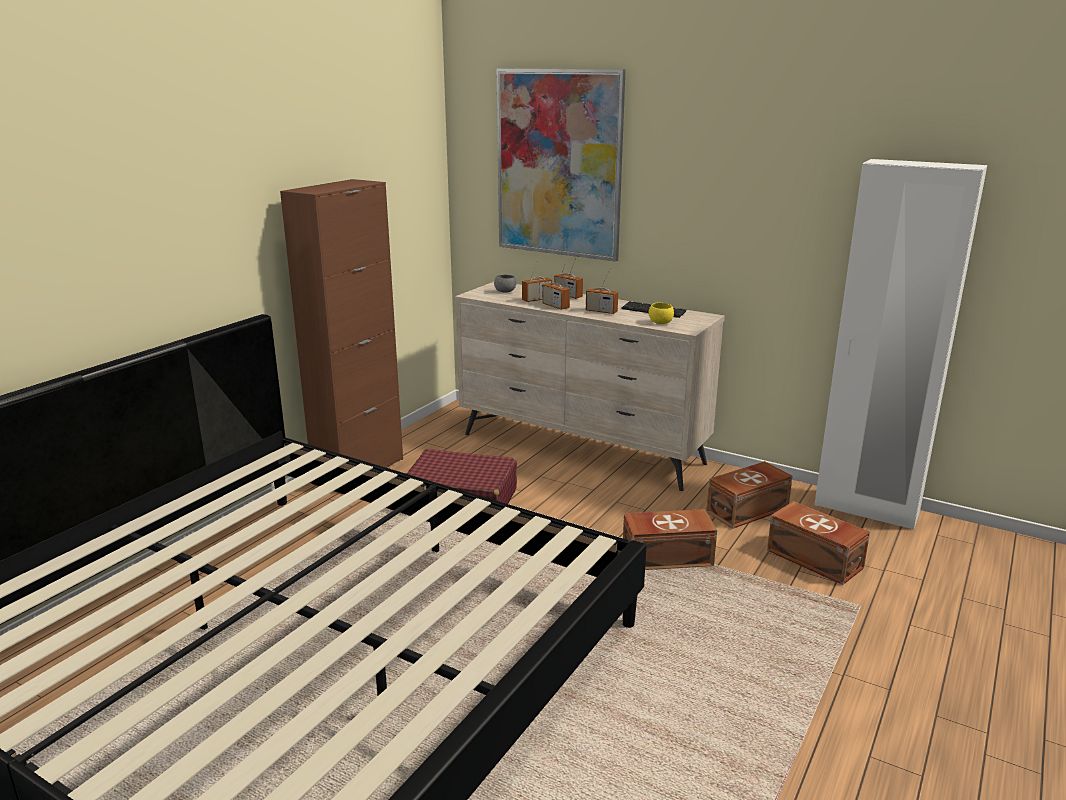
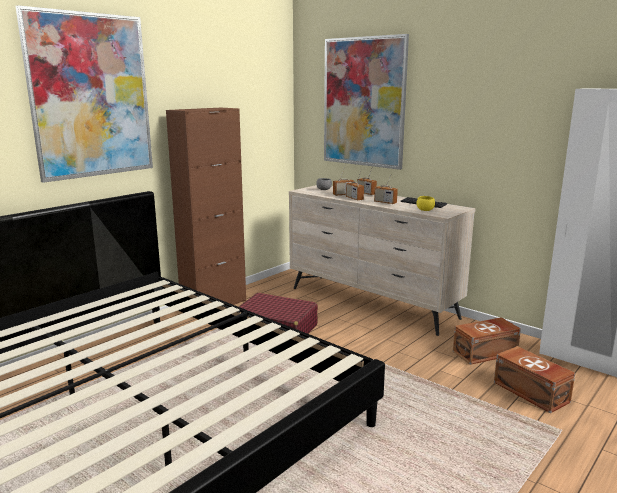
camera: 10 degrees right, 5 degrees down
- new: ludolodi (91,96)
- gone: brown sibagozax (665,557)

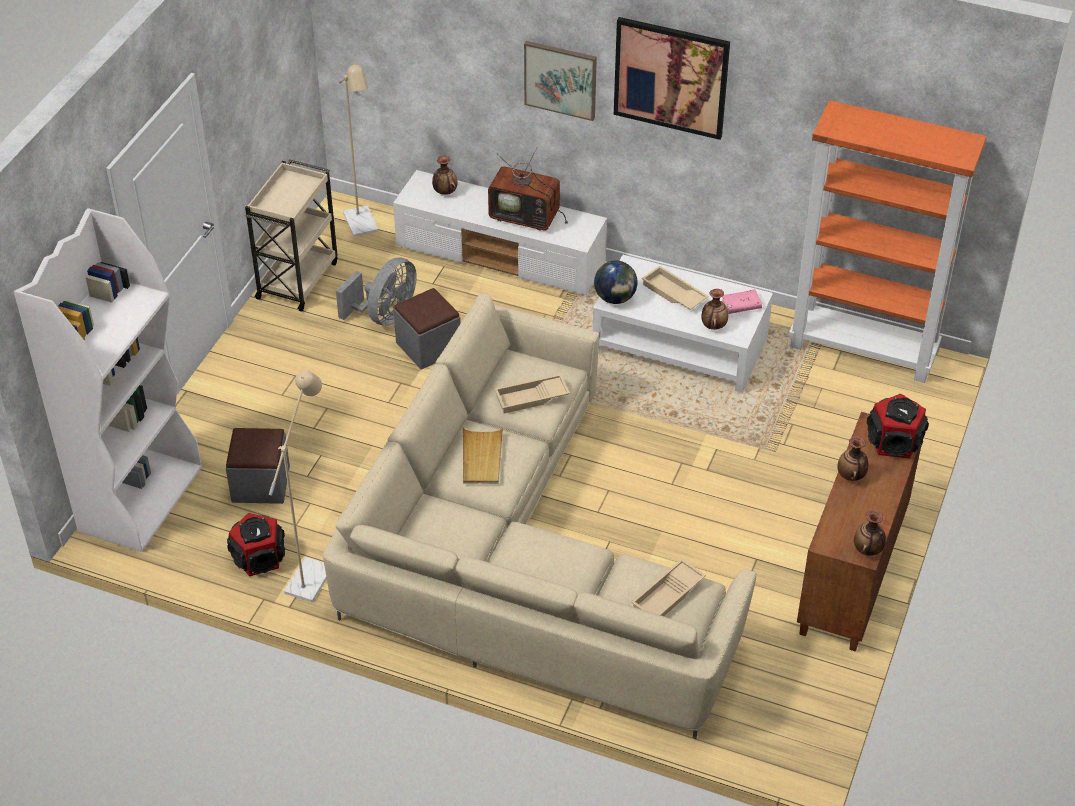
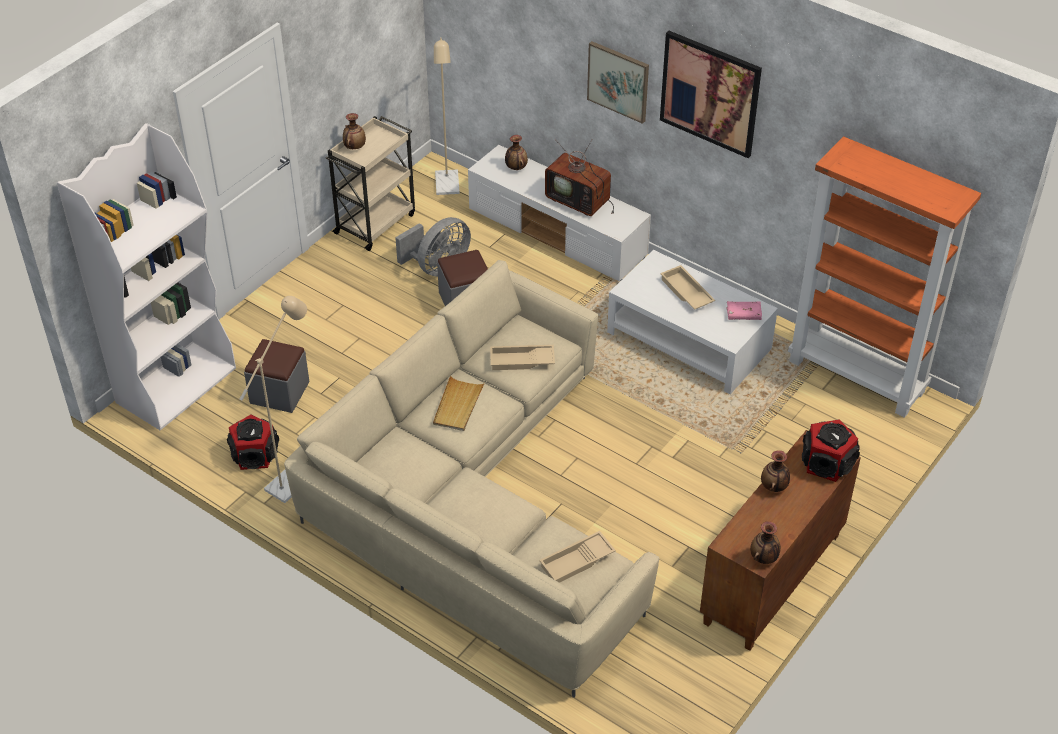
camera: 15 degrees right, 0 degrees up
- shifted: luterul (713,326) to (354,147)
- gone: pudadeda (615,298)

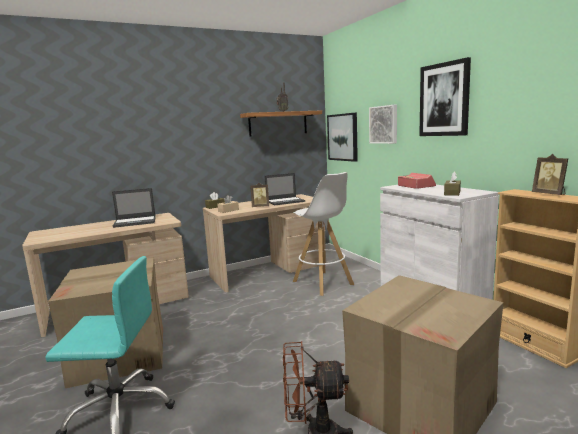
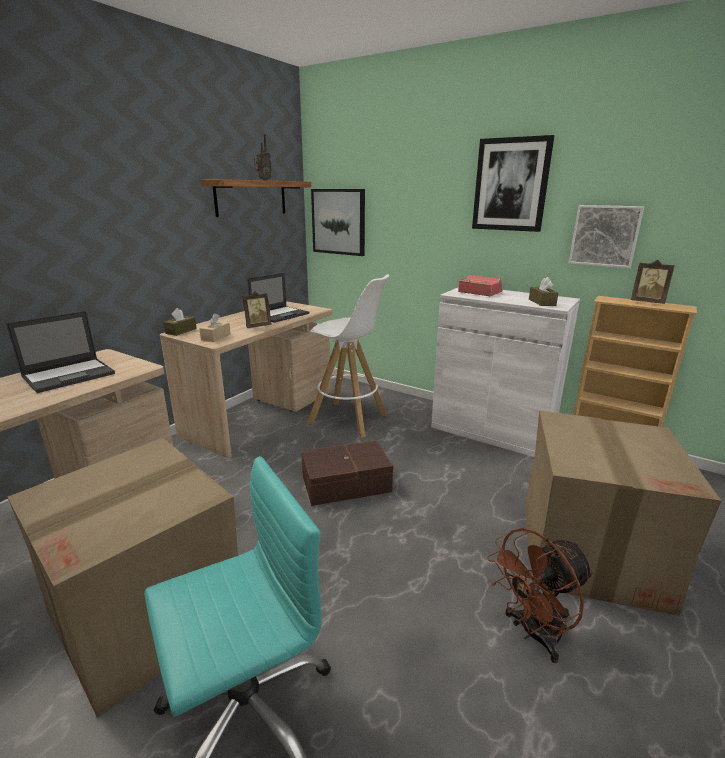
camera: 30 degrees left, 10 degrees up
- new: brown sibagozax (345,483)
- shifted: ludolodi (384,124) to (605,236)

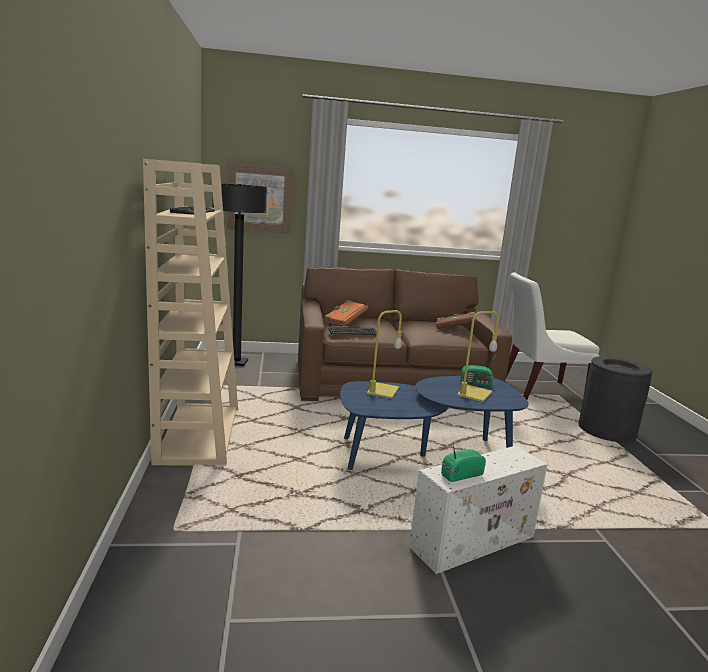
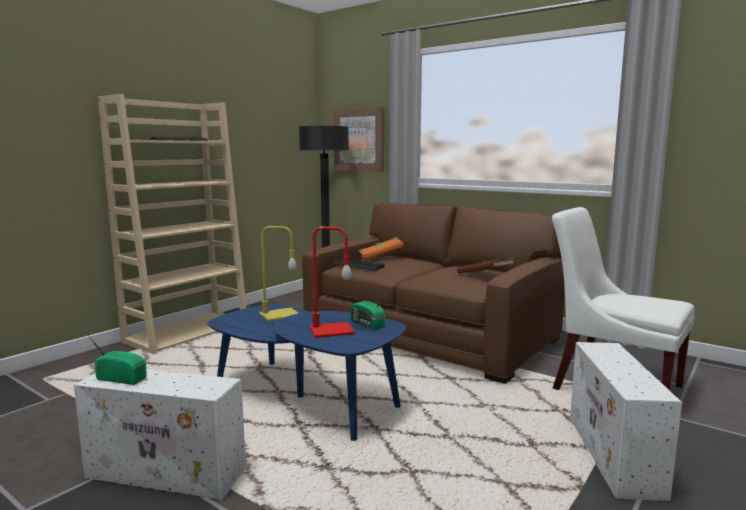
camera: 45 degrees right, 5 degrees down
- repainted: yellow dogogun (474,394) to red dogogun (330,331)
- swapped: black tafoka (607,430) to white sibagozax (614,456)

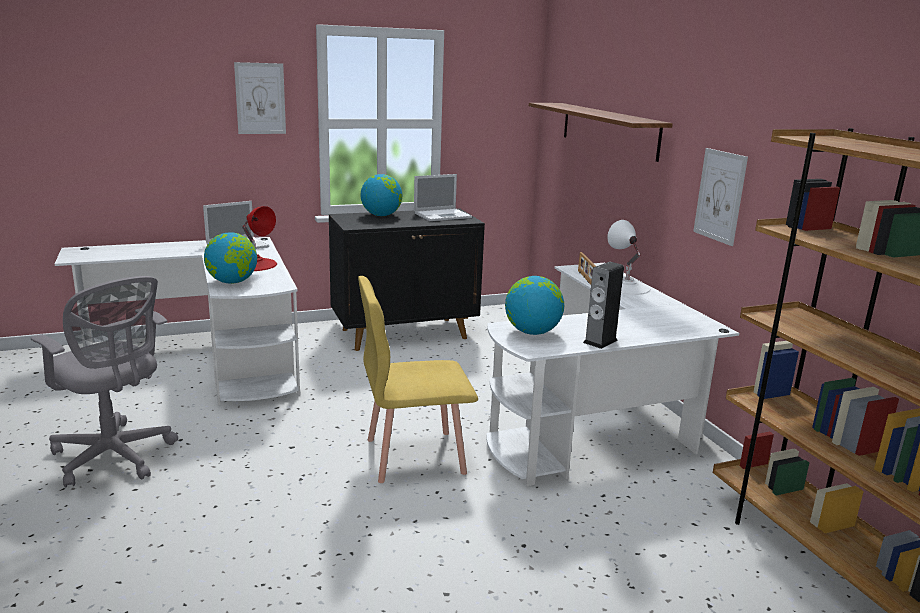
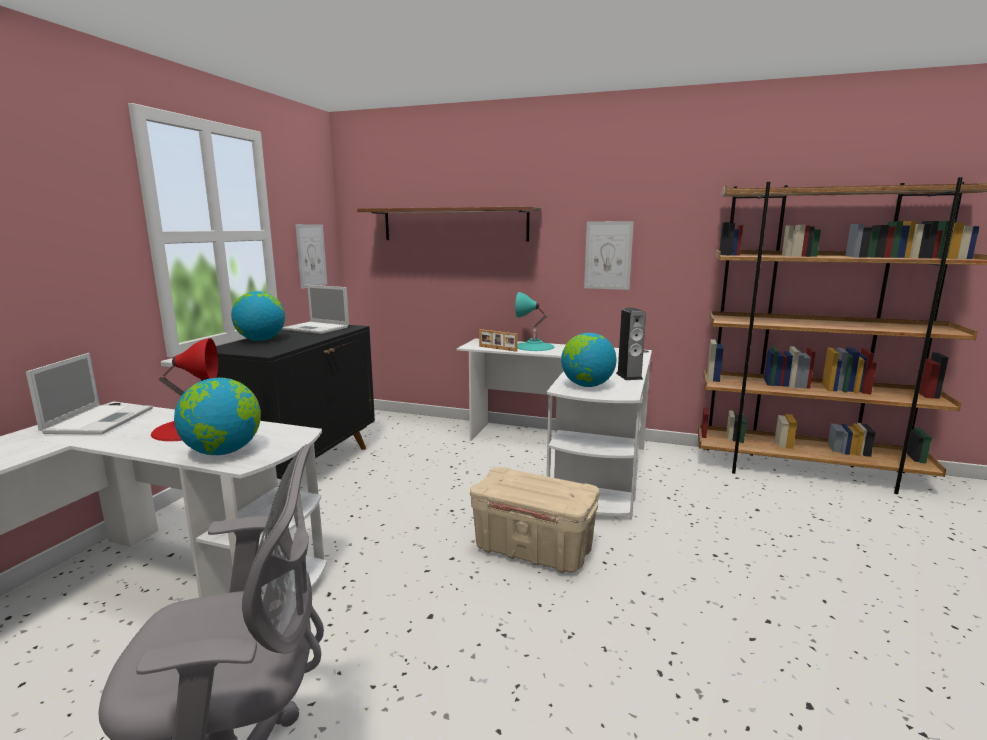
camera: 50 degrees left, 5 degrees down
- rotated: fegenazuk (443,215) = (317,328) 105 degrees clockwise
- shifted: ludolodi (260,98) to (311,255)
- swapped: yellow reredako (414,455) to beige sibagozax (532,549)
- repainted: white dogogun (626,287) to turquoise dogogun (534,346)

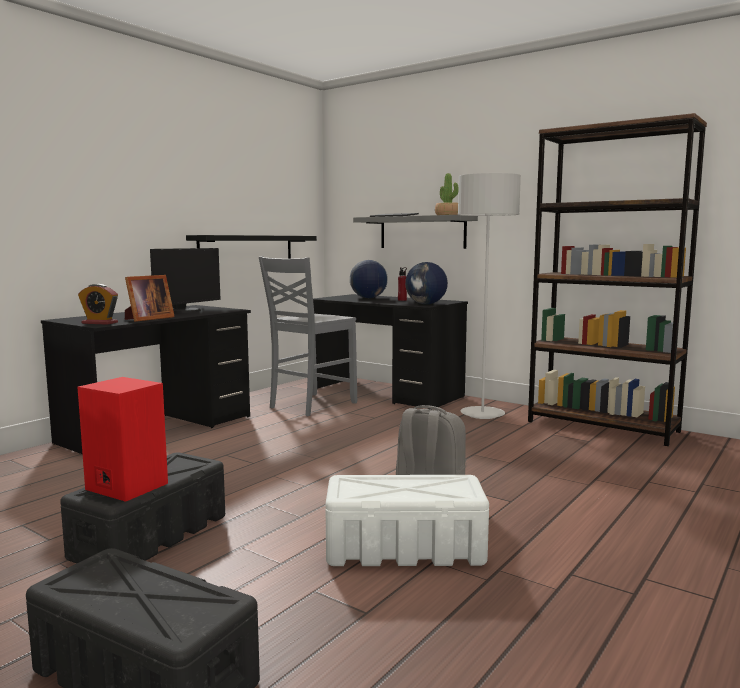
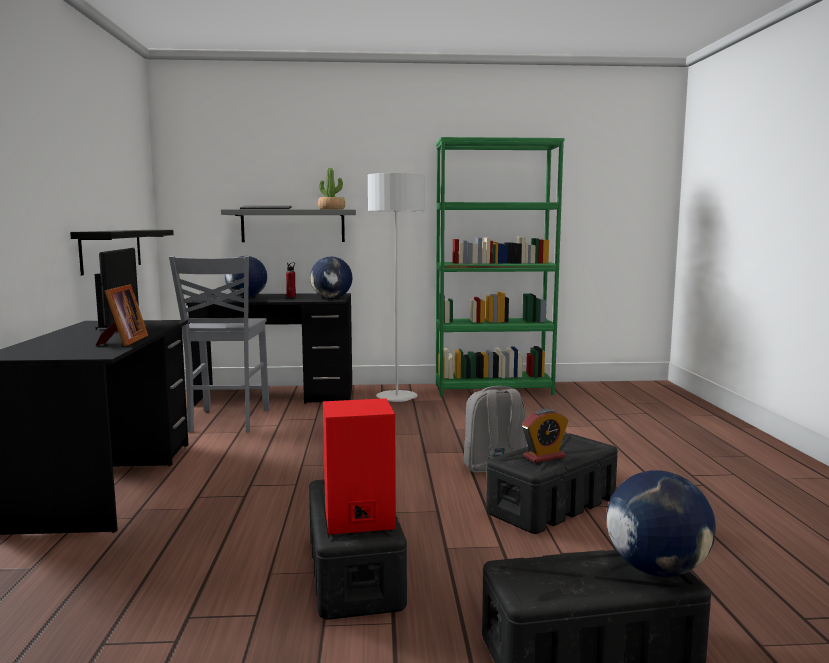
camera: 40 degrees left, 0 degrees up
- repainted: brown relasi (602,426) to green relasi (493,389)
- repainted: white sibagozax (406,548) to black sibagozax (553,505)
- shifted: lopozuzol (99,323) to (544,456)
- new: pudadeda (656,569)

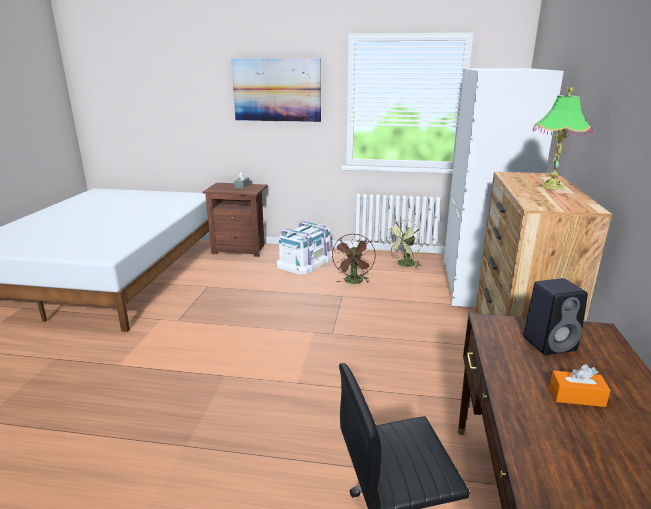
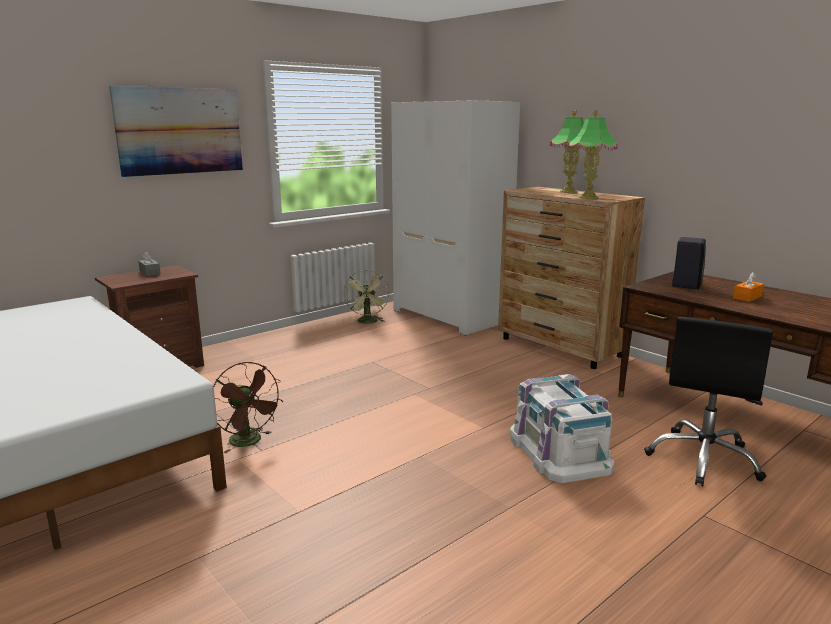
camera: 50 degrees left, 5 degrees down
- shifted: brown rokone (354,282) to (250,442)
- shifted: white sibagozax (305,261) to (559,451)
- new: dogogun (588,197)

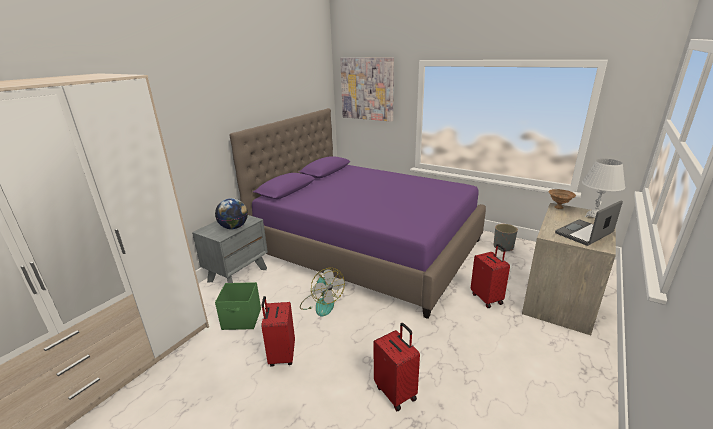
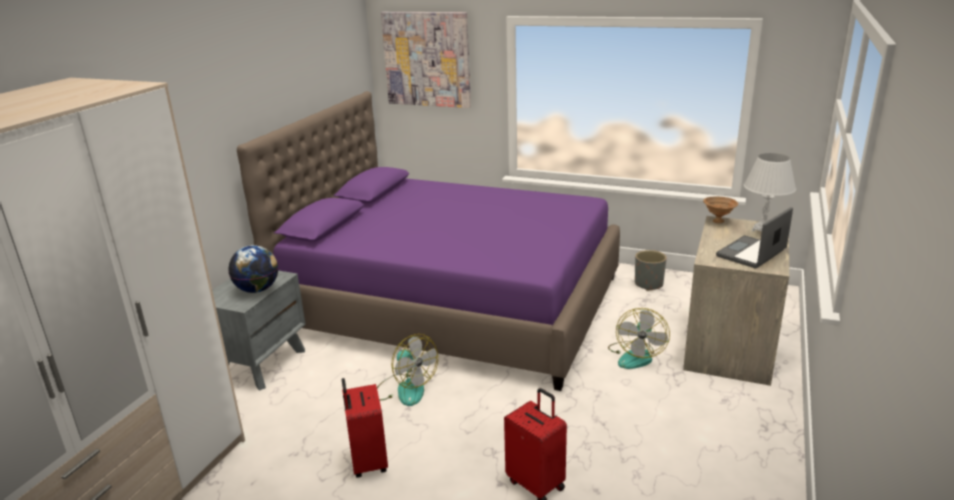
camera: 10 degrees left, 0 degrees up
- swapped: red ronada (487,298) to rokone (636,355)
- gone: green sibagozax (242,319)

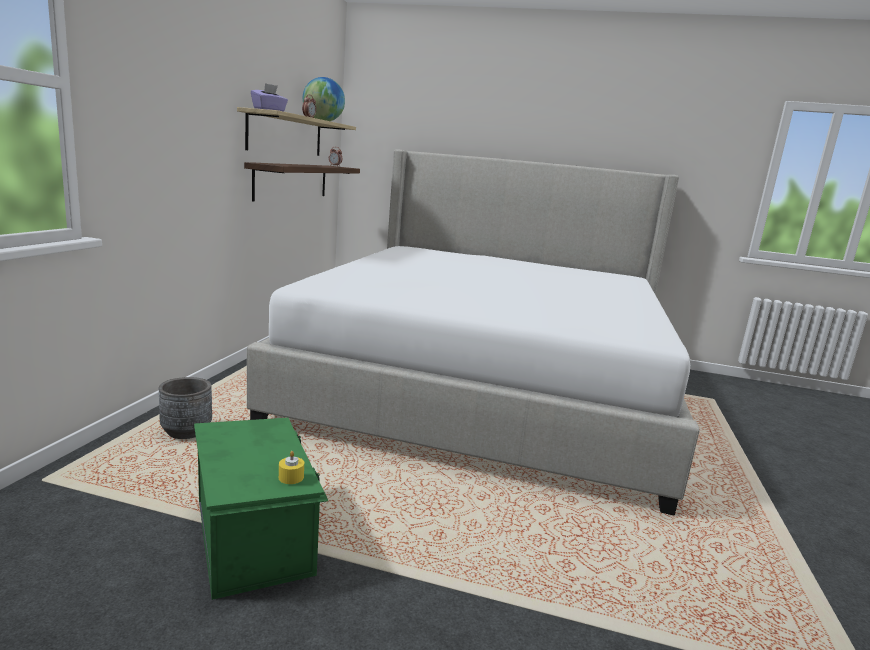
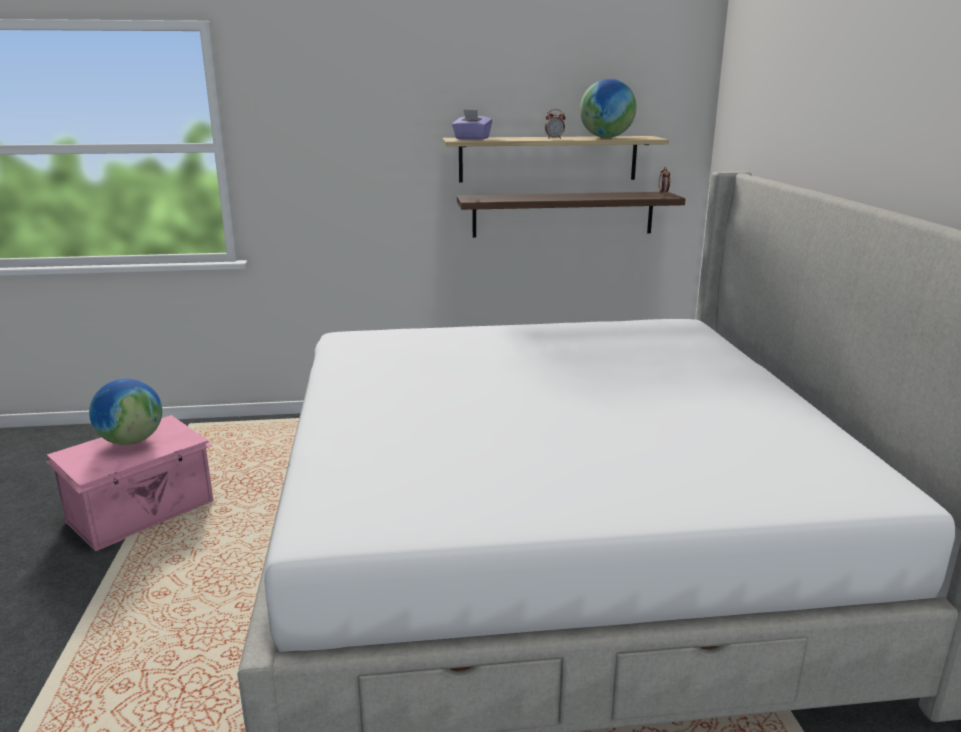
camera: 70 degrees right, 5 degrees up
- repainted: green sibagozax (255,535) to pink sibagozax (143,512)
- new: pudadeda (131,441)
- gone: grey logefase (186,432)
- gone: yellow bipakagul (291,477)

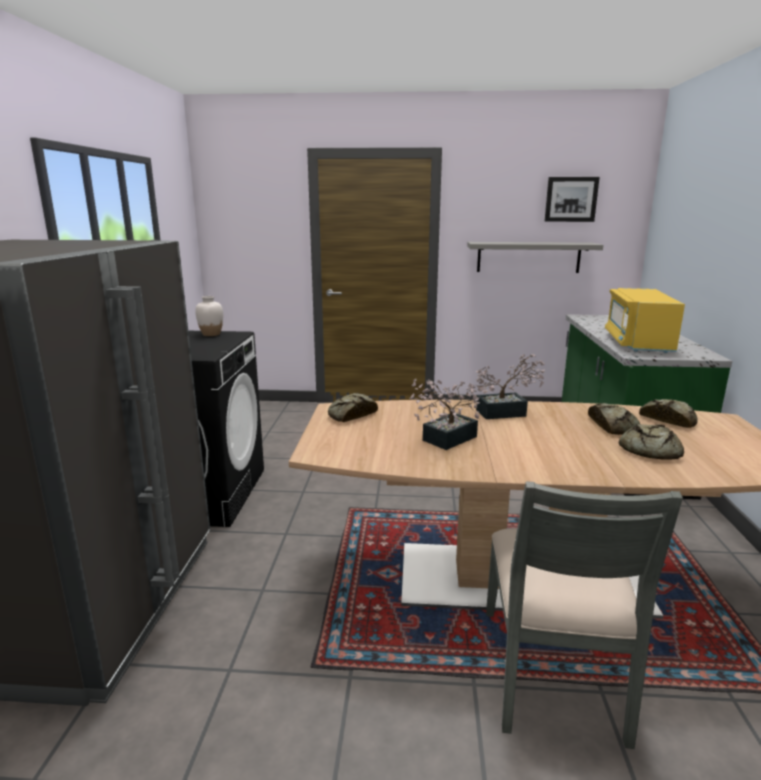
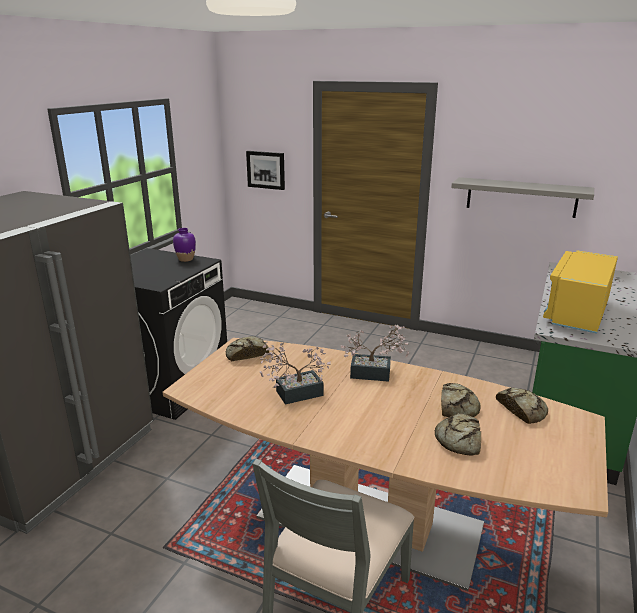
camera: 20 degrees right, 5 degrees up
- repainted: white luterul (211,334) to purple luterul (186,259)
- shifted: ludolodi (571,199) to (266,170)

